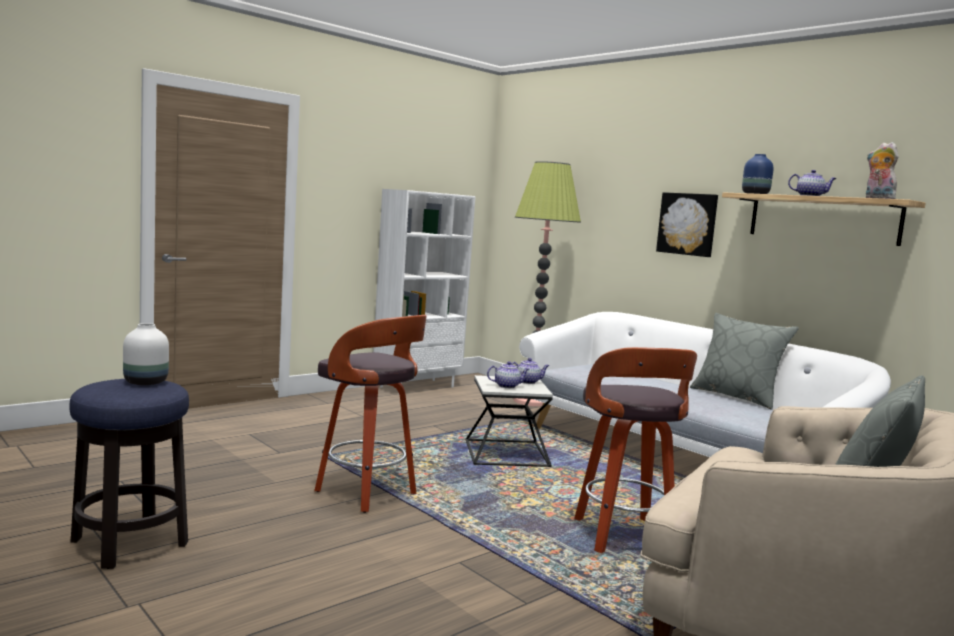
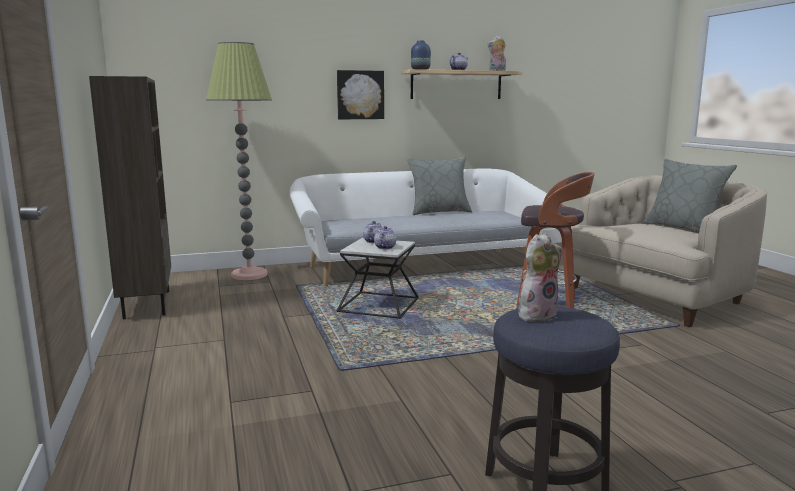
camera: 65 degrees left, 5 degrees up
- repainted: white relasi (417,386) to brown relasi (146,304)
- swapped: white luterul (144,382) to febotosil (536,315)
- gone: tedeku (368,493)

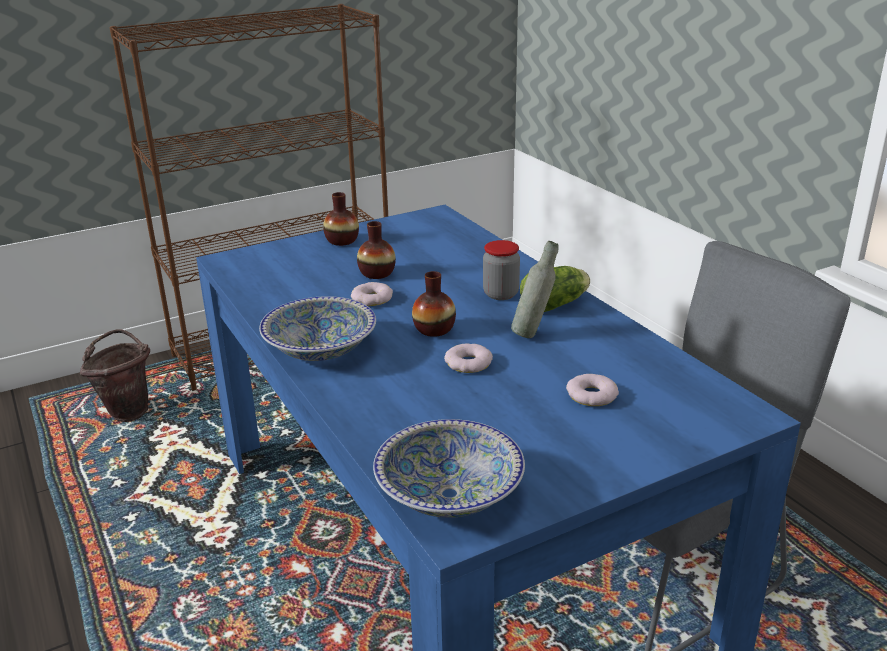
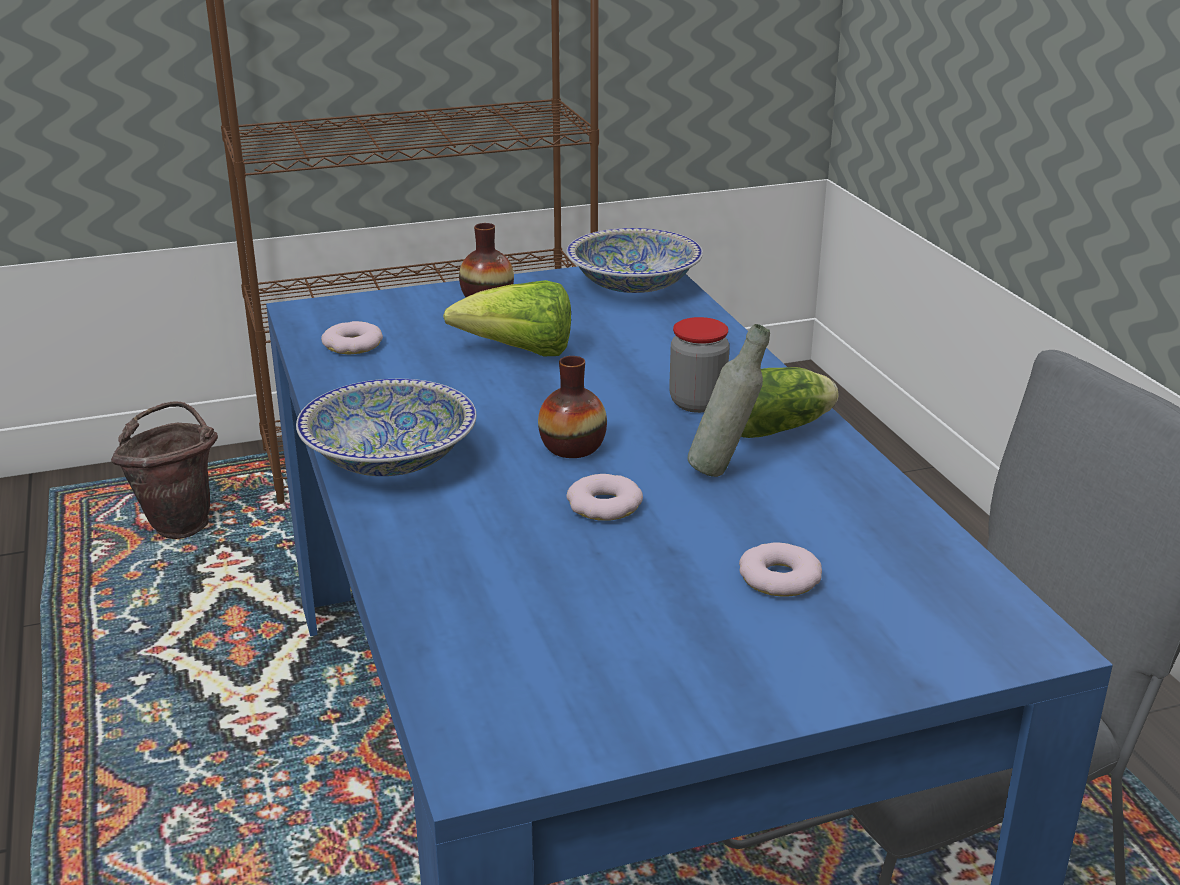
camera: 10 degrees right, 0 degrees up
- shifted: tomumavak (372,299) to (353,345)
- swapped: luterul (377,273) to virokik (520,352)
- shifted: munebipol (449,494) to (633,285)

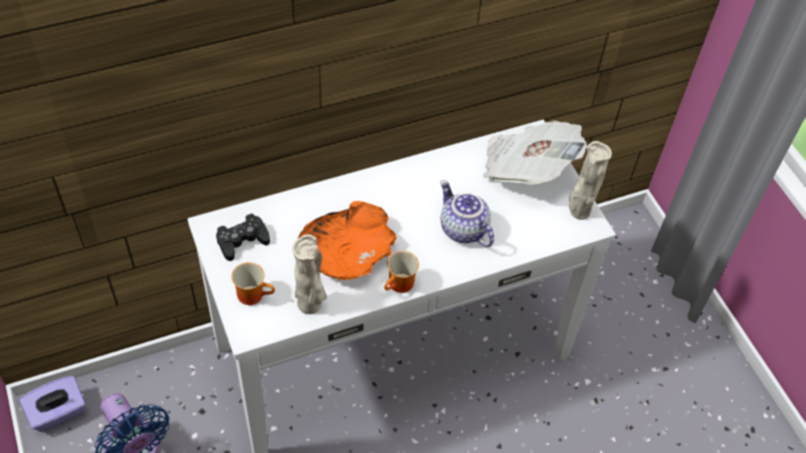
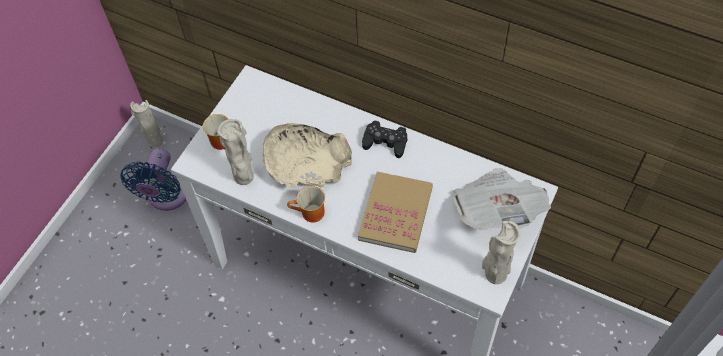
camera: 55 degrees right, 5 degrees up
- swapped: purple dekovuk (58,413) to beige luterul (155,141)
- repainted: orange munebipol (347,251) to beige munebipol (306,164)
- swapped: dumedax (462,229) to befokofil (395,213)
- shifted: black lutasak (242,240) to (385,142)

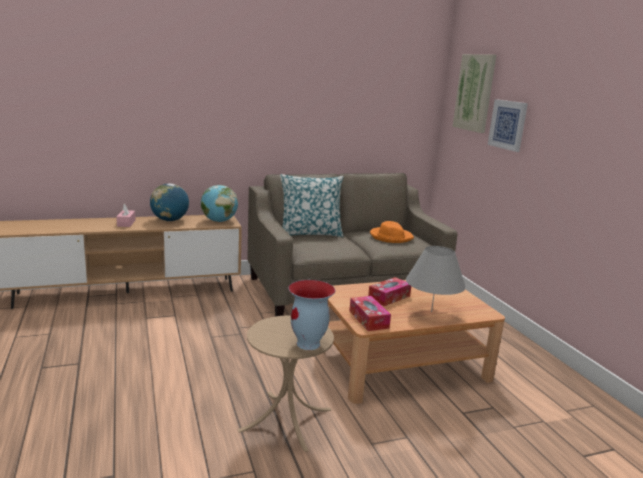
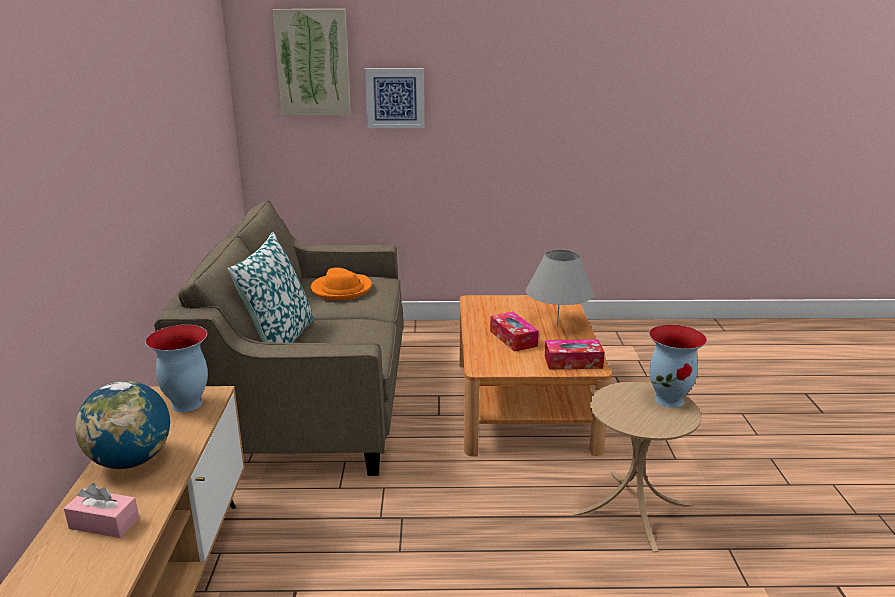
camera: 70 degrees left, 5 degrees up
- swapped: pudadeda (219,221) to luterul (186,404)

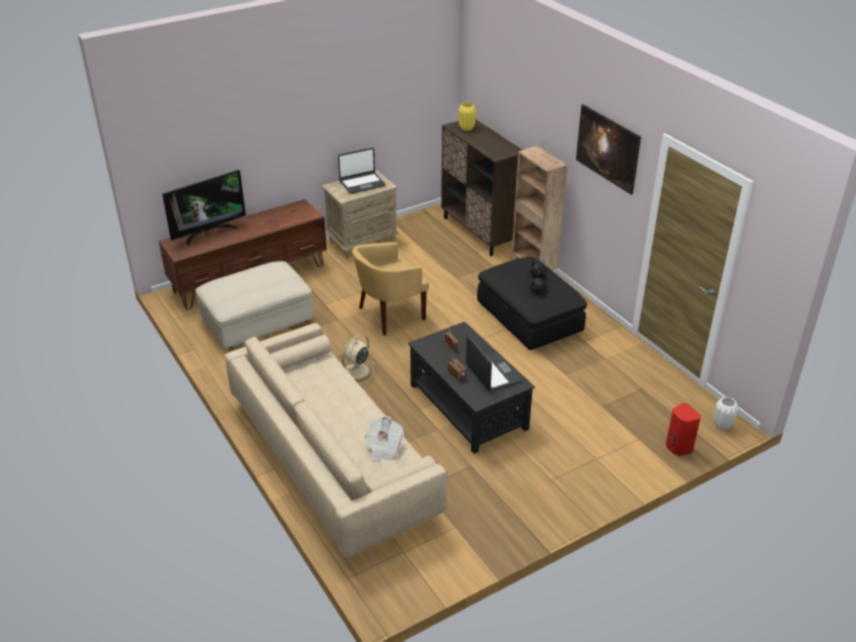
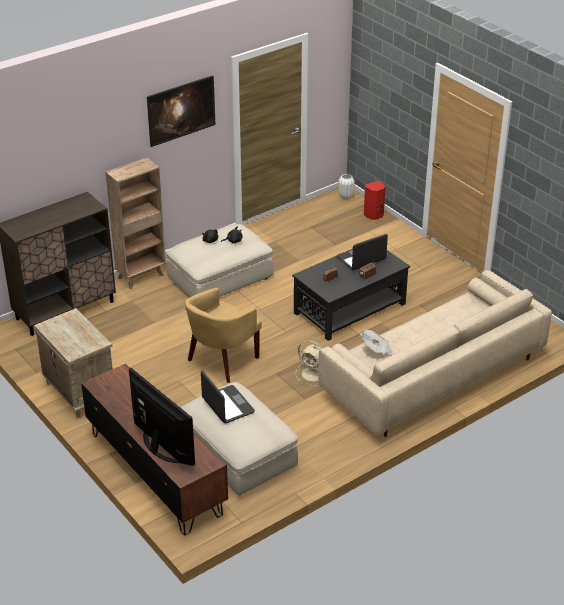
camera: 95 degrees left, 0 degrees up
- repainted: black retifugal (530,318) to beige retifugal (220,278)
- rotated: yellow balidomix (389,315) = (222,361) 75 degrees clockwise
- shifted: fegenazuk (362,183) to (227,405)
- shifted: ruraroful (383,447) to (377,350)
- gone: yellow luterul (466,128)

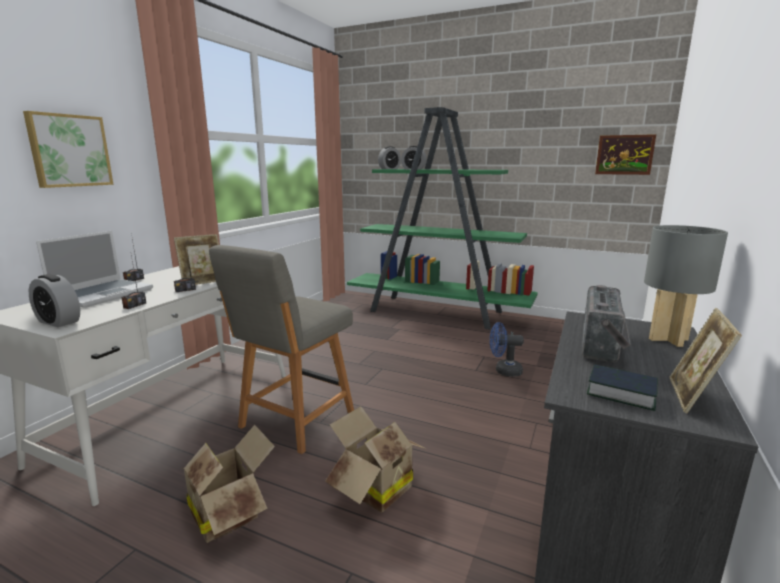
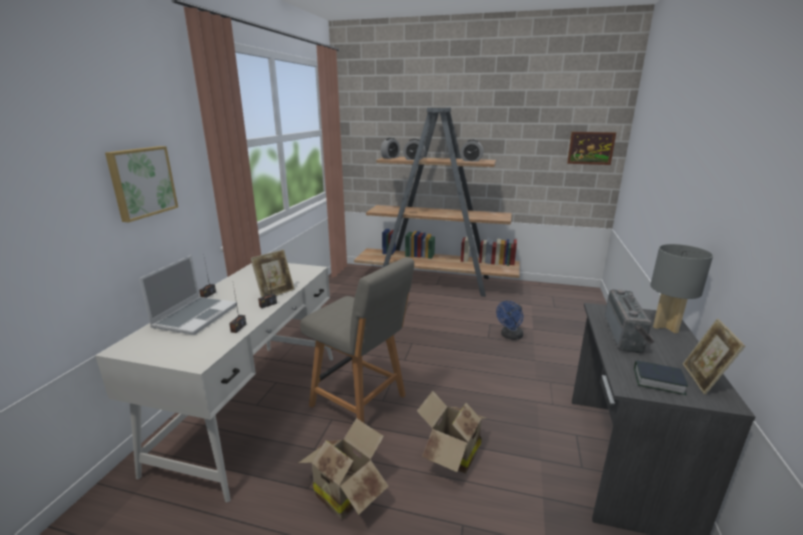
camera: 10 degrees left, 5 degrees up
- rotated: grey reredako (294,421) = (361,402) 75 degrees counterclockwise
- repainted: green relasi (438,312) to brown relasi (436,282)
- shifted: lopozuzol (58,321) to (471,160)
- rotated: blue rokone (504,371) = (510,336) 45 degrees counterclockwise

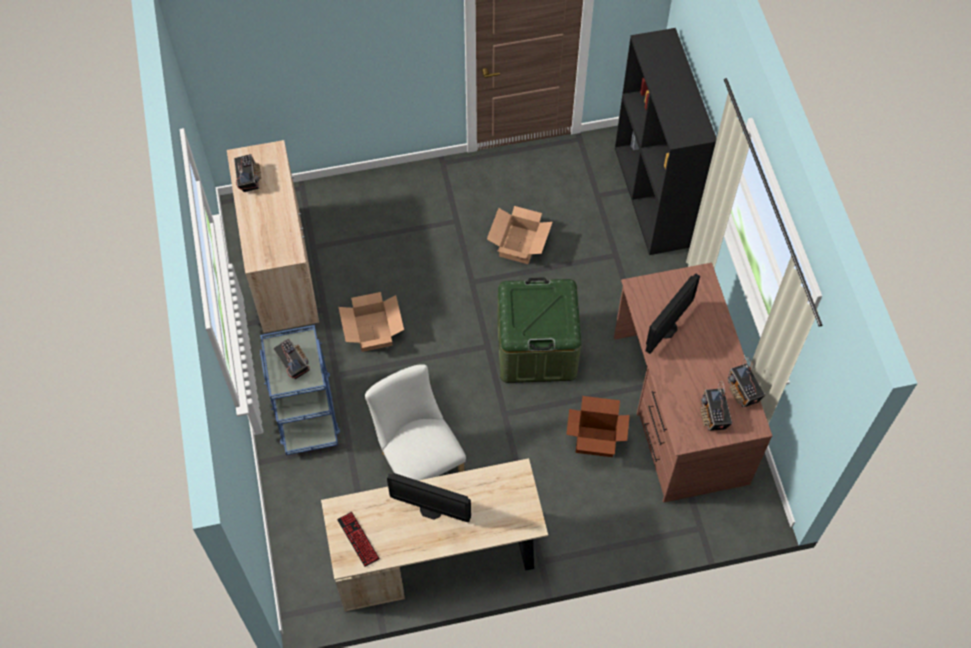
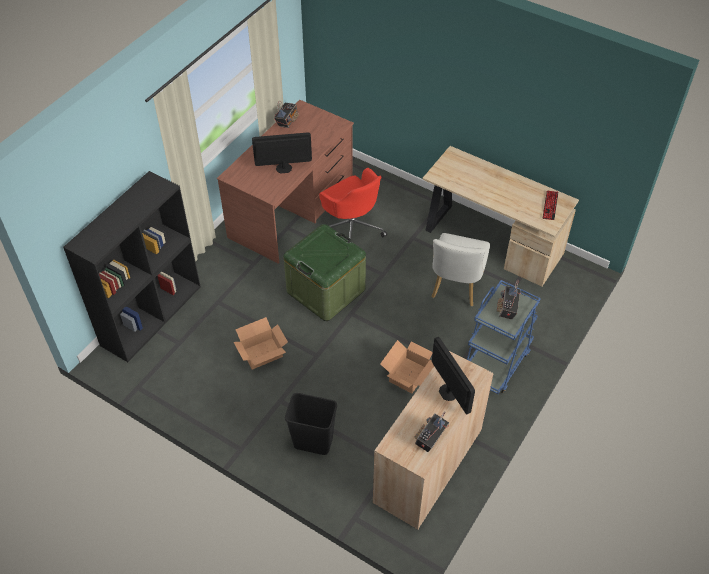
camera: 135 degrees left, 10 degrees down
- new: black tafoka (312,442)
- swapped: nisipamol (595,441) to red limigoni (352,228)
- shifted: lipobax (431,509) to (448,392)
- gone: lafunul (713,416)

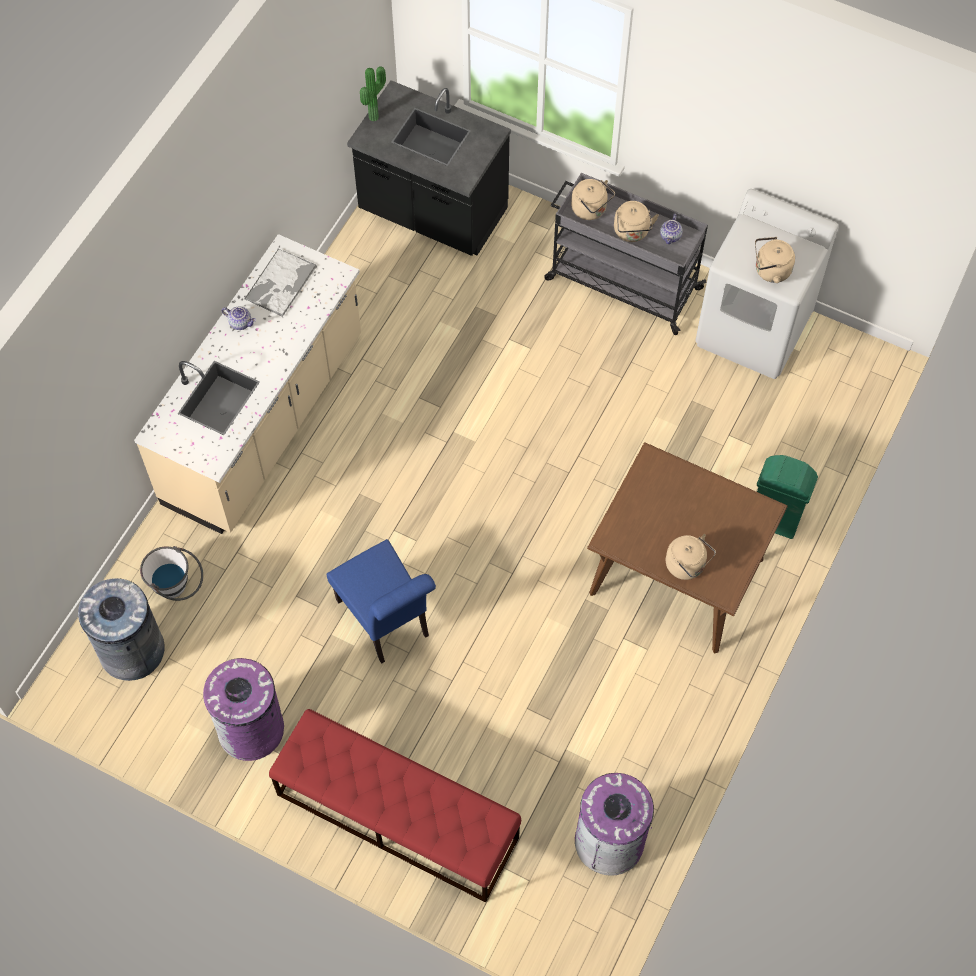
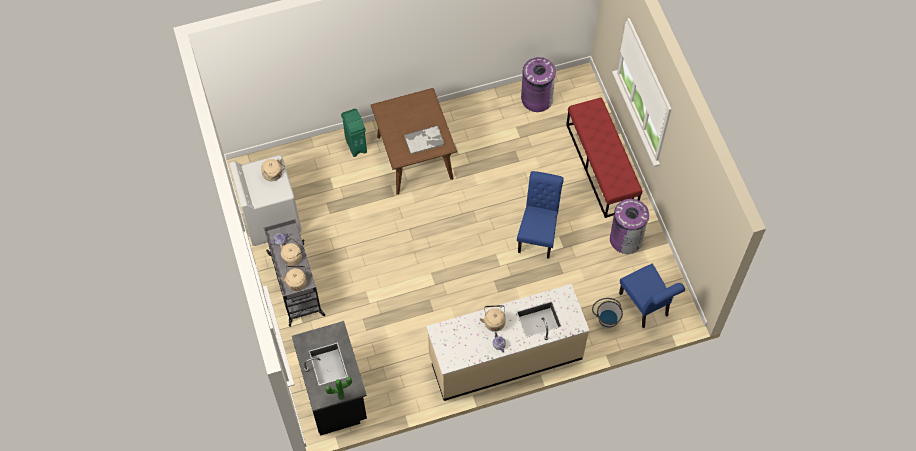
camera: 135 degrees left, 0 degrees up
- shifted: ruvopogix (280,284) to (424,140)
- shifted: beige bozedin (687,566) to (494,321)
- swapped: grey tafoka (132,651) to blue reredako (646,307)

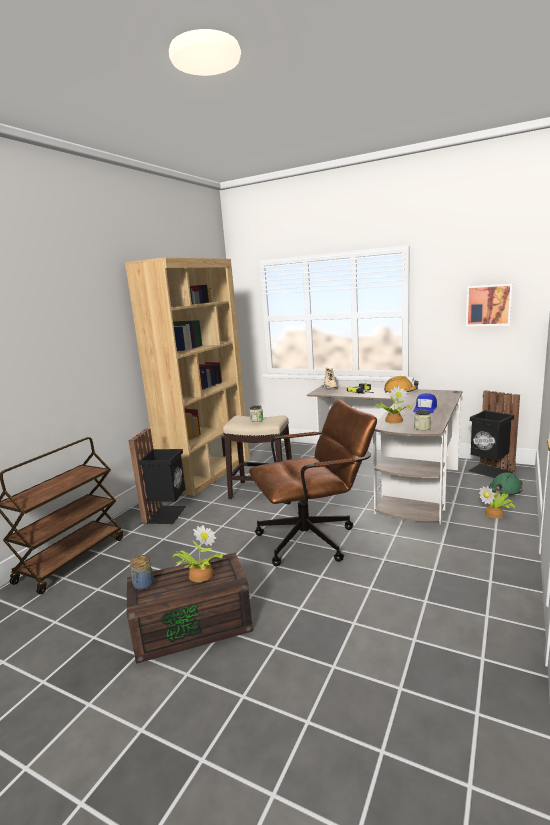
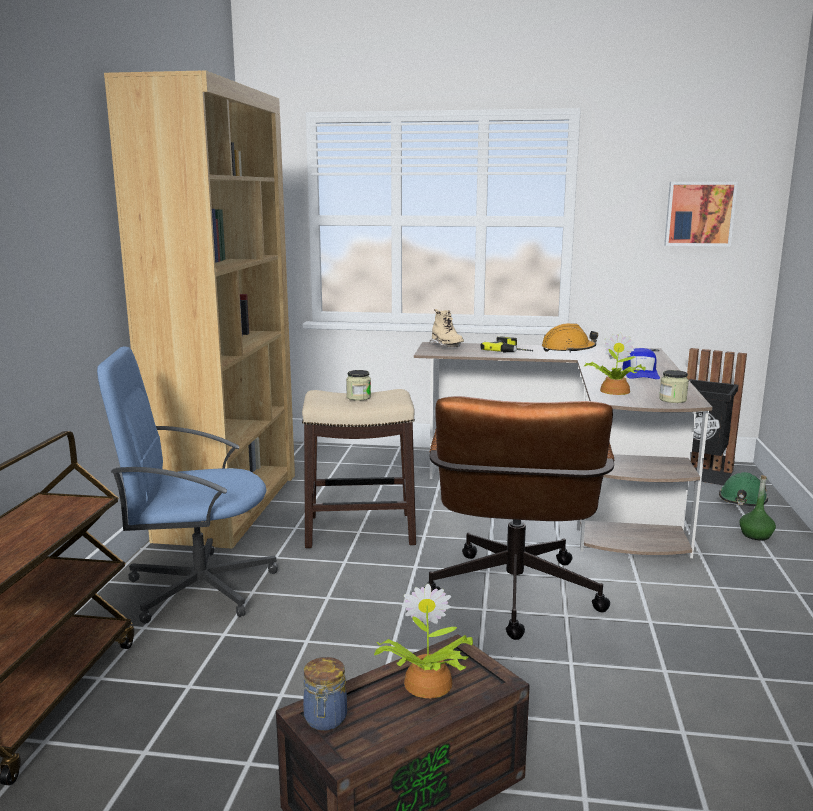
camera: 20 degrees left, 0 degrees up
- swapped: black tafoka (167,514) to blue limigoni (198,587)
- rotated: brown limigoni (314,538) = (513,601) 135 degrees clockwise
- swapped: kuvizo (495,514) to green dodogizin (756,535)

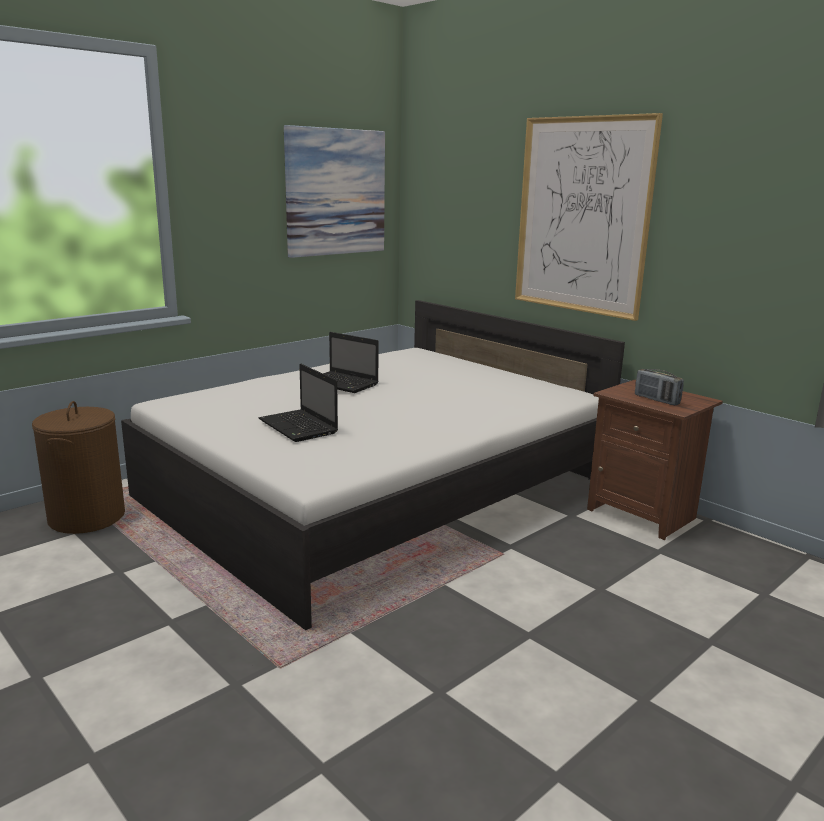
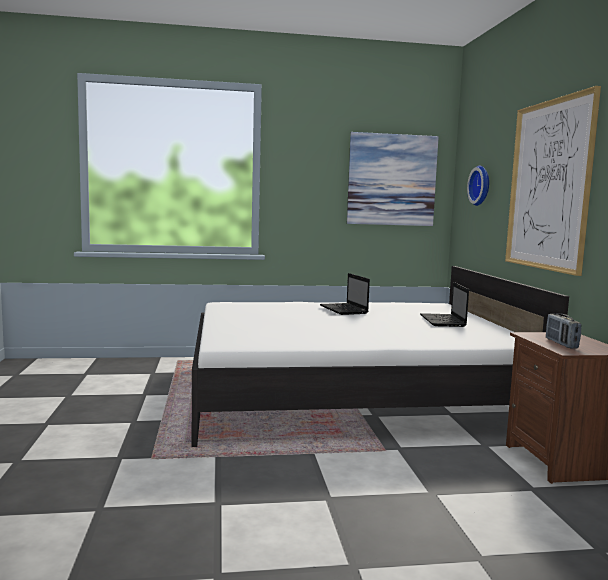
camera: 35 degrees right, 10 degrees down
- shifted: fegenazuk (299,427) to (443,321)
- new: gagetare (481,185)
- gone: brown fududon (87,517)

